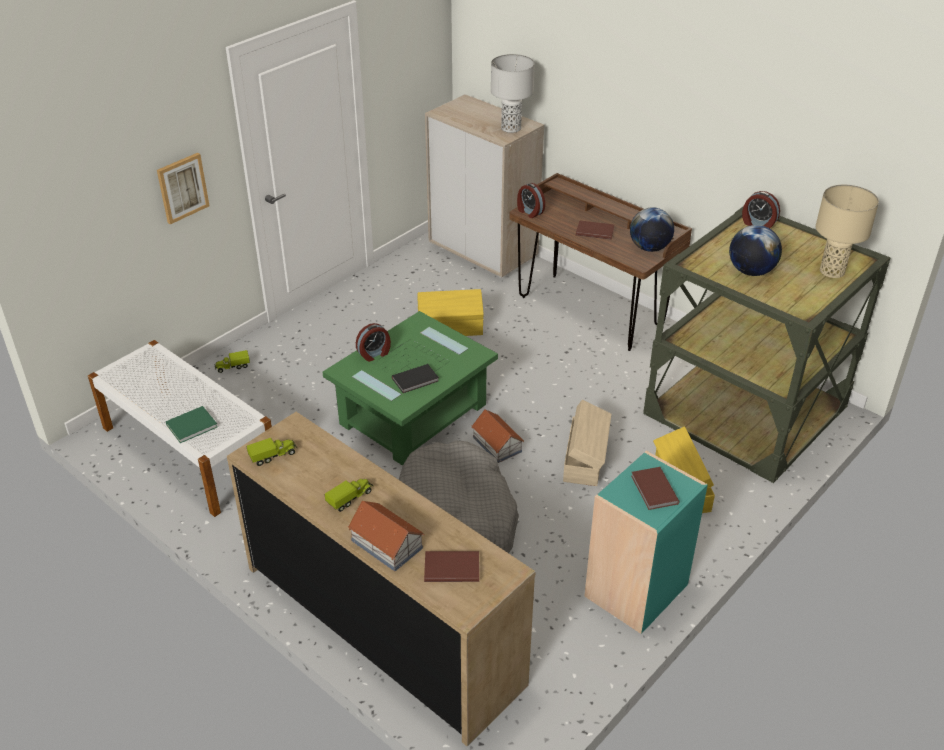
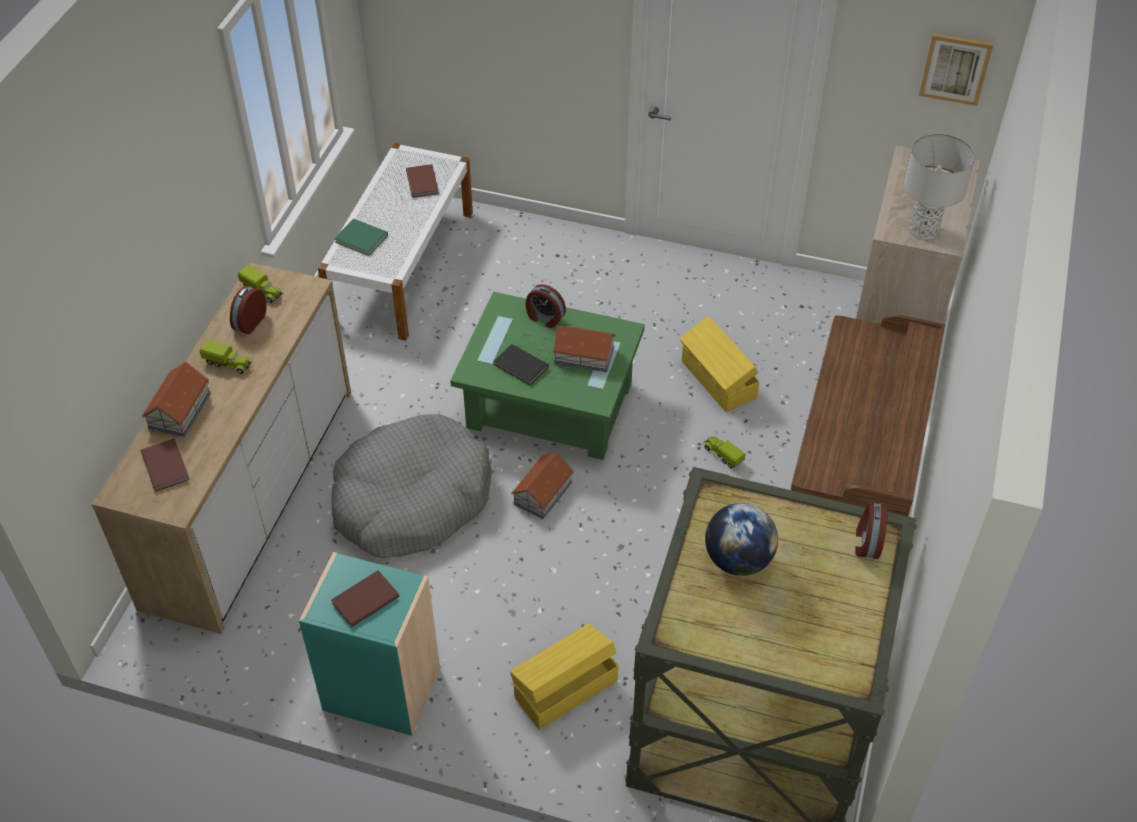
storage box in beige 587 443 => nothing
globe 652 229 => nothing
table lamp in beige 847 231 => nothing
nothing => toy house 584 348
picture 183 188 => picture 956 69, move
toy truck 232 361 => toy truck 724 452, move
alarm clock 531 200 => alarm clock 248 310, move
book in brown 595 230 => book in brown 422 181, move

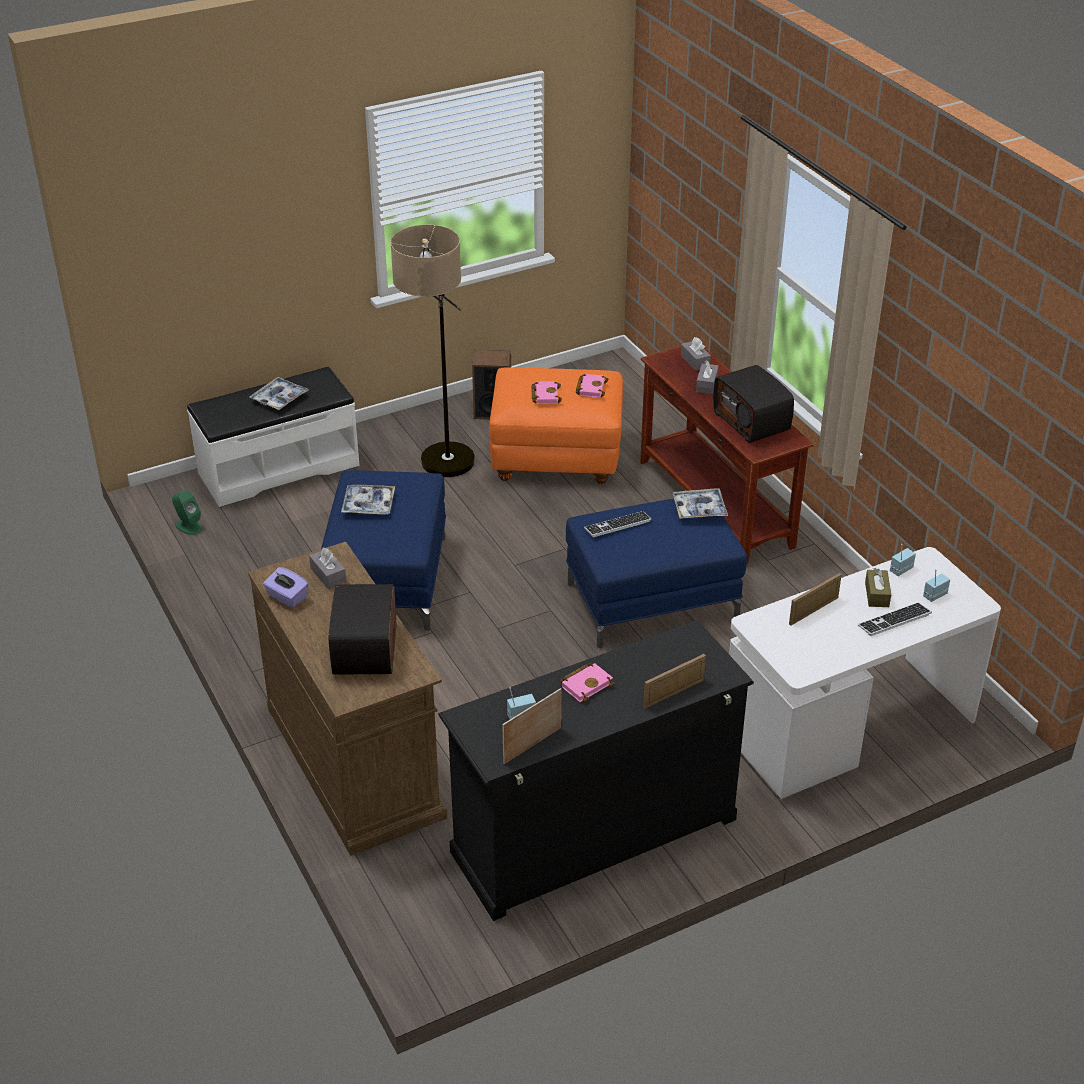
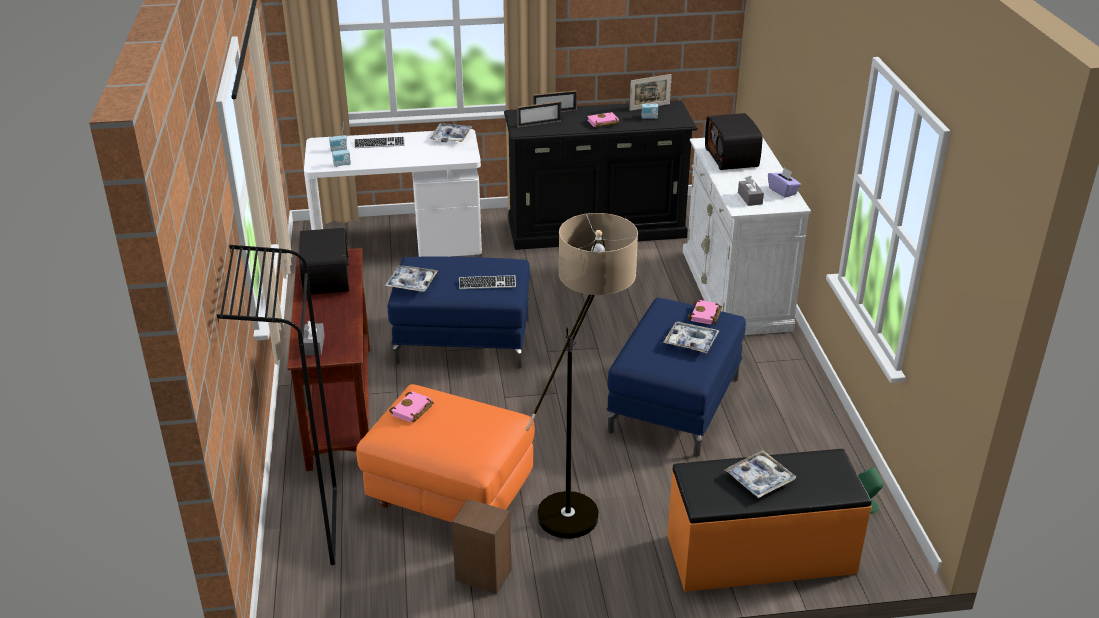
tissue box in grey 707 377 => nothing
tissue box in brown 878 587 => nothing
nothing => clothes rack in black 277 404
nothing => tray 451 132
book in pink 546 392 => book in pink 705 312, move
picture frame 815 599 => picture frame 539 114, move
bench in white 273 437 => bench in orange 769 520
dresser in brown 348 699 => dresser in white 747 236
radio 362 629 => radio 733 141, 150 degrees clockwise

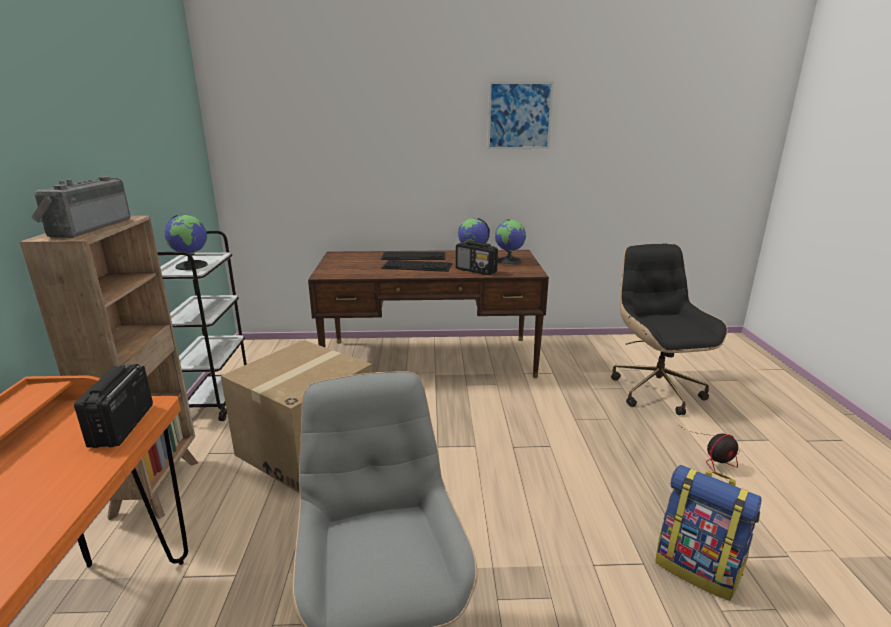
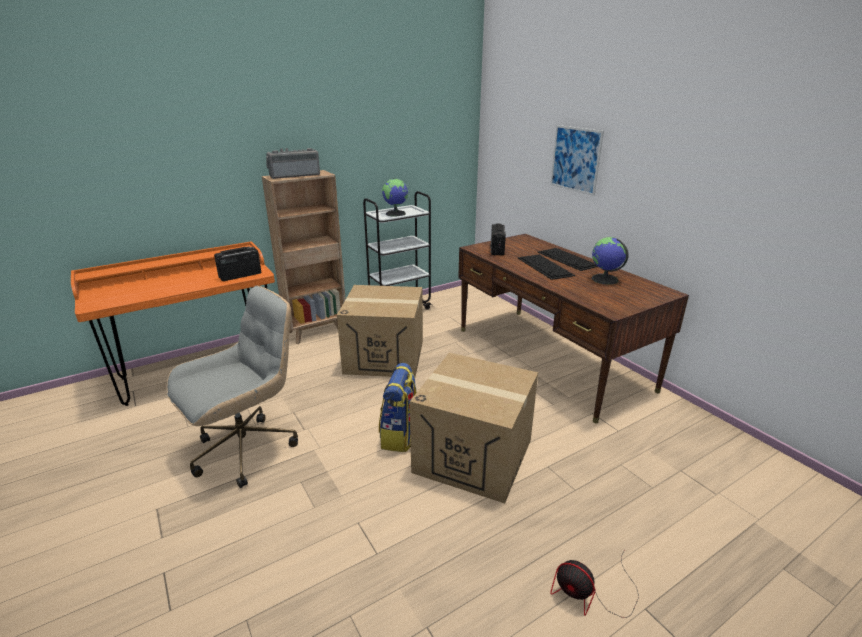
globe 510 241 => nothing
office chair in black 669 329 => nothing
nothing => cardboard box 474 428
radio 477 258 => radio 498 239, move
picture 520 115 => picture 577 160, move
backpack 708 533 => backpack 398 407, move

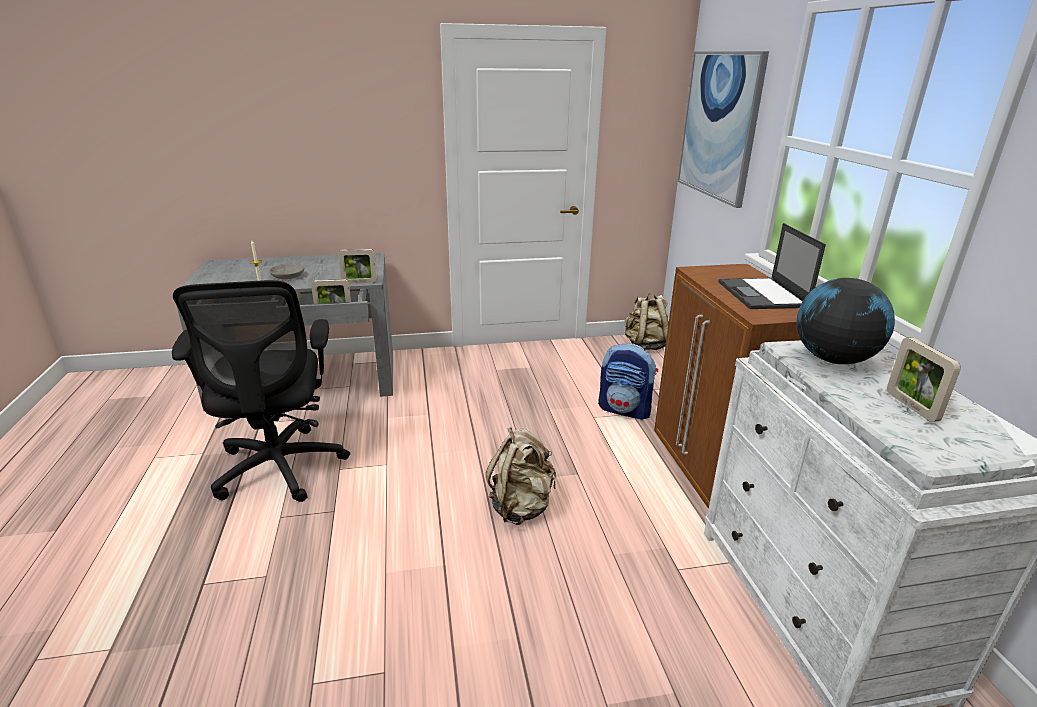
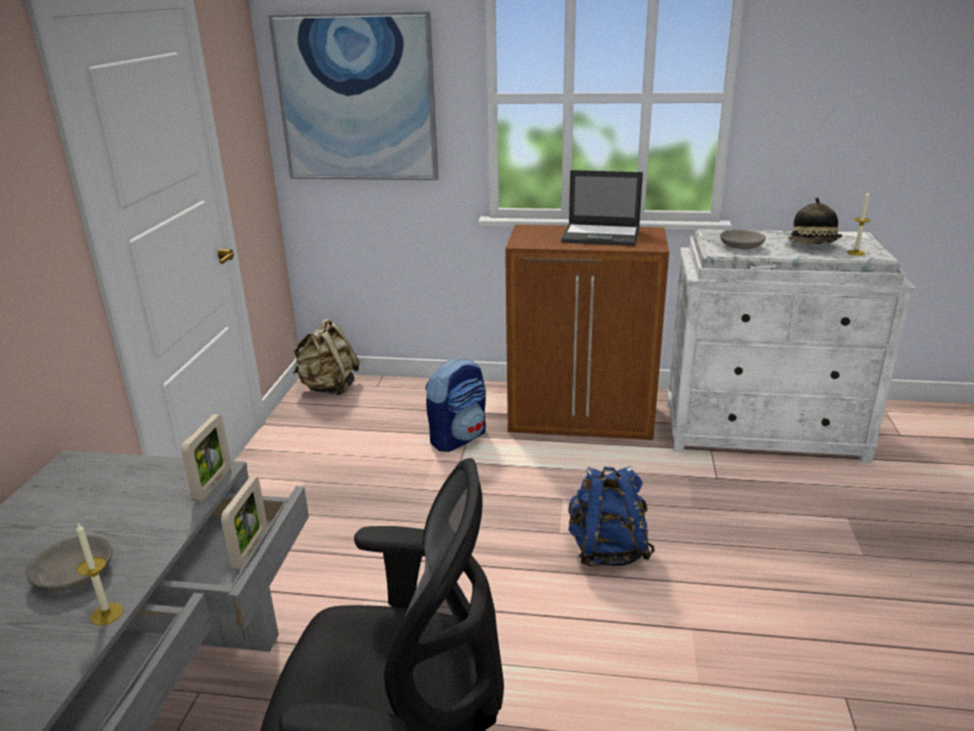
nothing => candle 859 224
globe 845 321 => bowl in grey 743 239
picture frame 924 379 => hat 815 221
backpack in beige 521 476 => backpack in blue 611 516

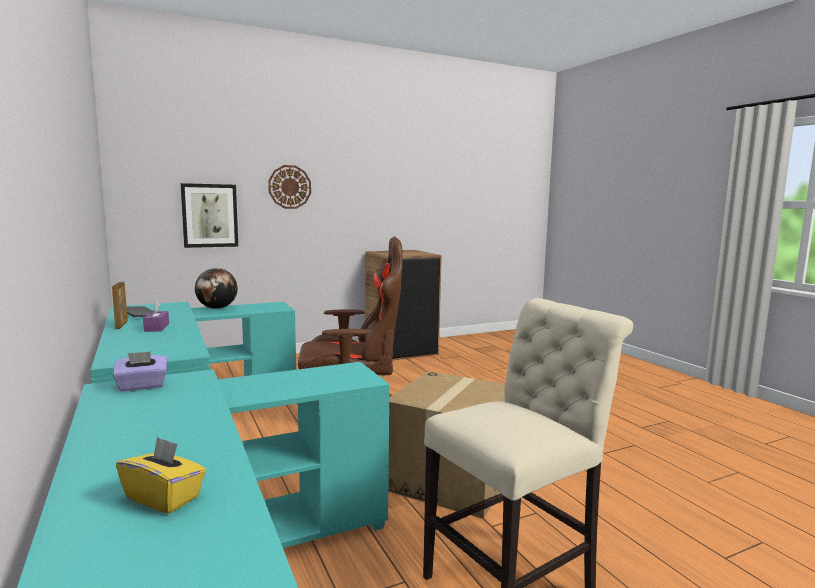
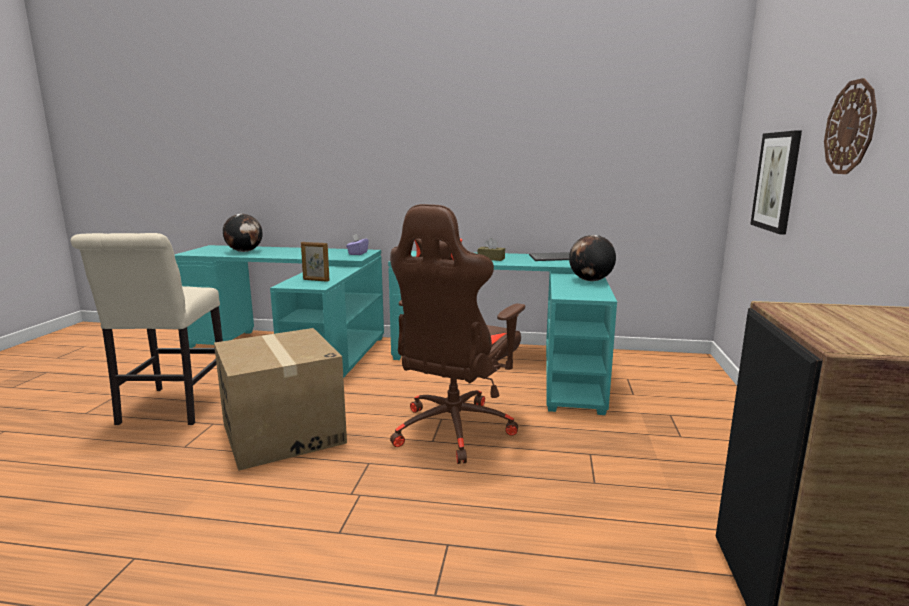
picture frame 120 305 => picture frame 315 262, move
tissue box in yellow 161 475 => globe 243 233
tissue box in purple 156 316 => tissue box in brown 491 249

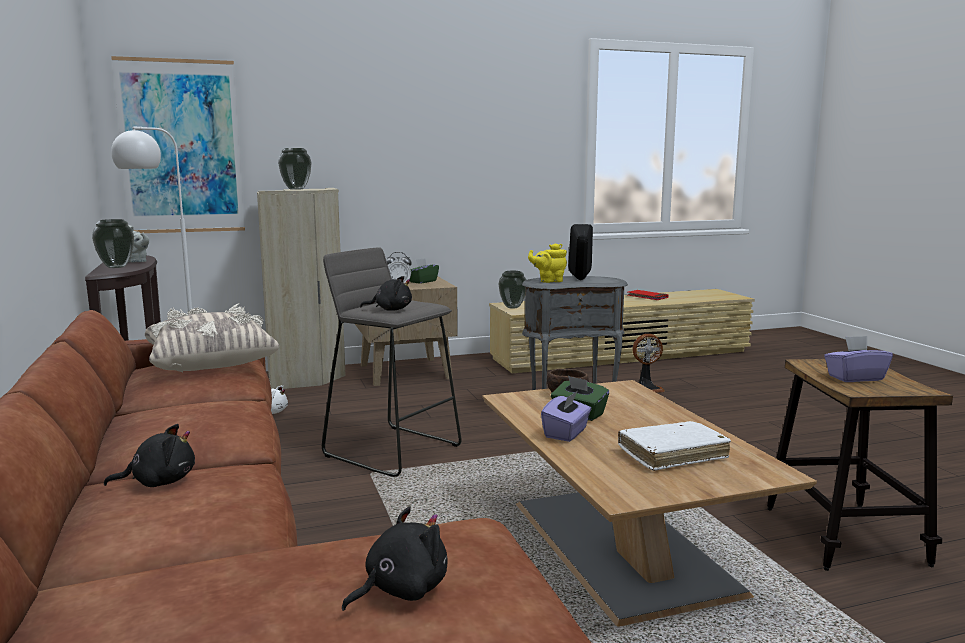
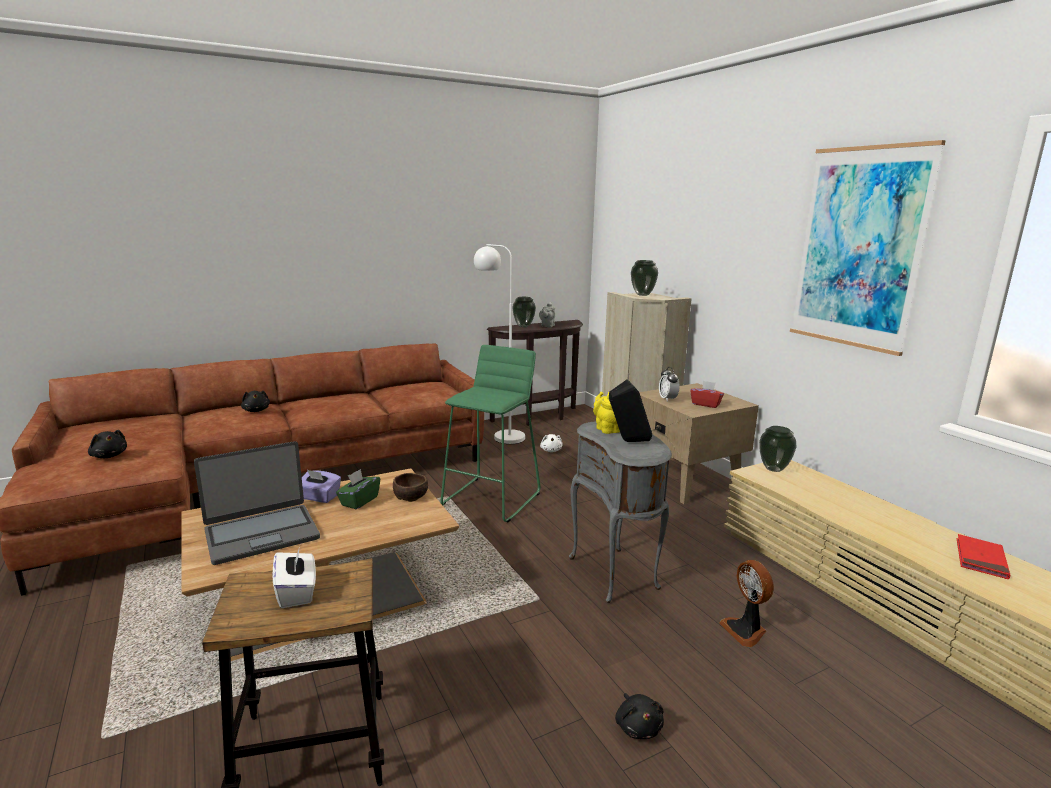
pillow in beige 212 337 => nothing
picture 178 144 => picture 868 248, move
plush toy in black 386 293 => plush toy in black 639 716, move
book in white 674 446 => laptop 257 503
stool in grey 392 362 => stool in green 490 434
tissue box in green 424 271 => tissue box in red 707 394
tissue box in purple 858 359 => tissue box in white 294 577

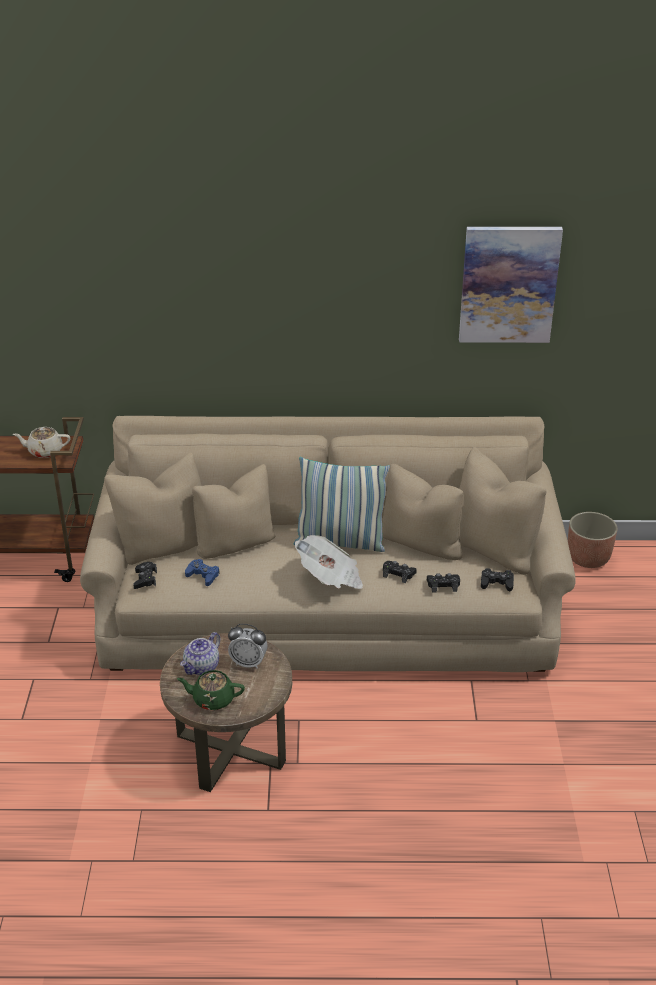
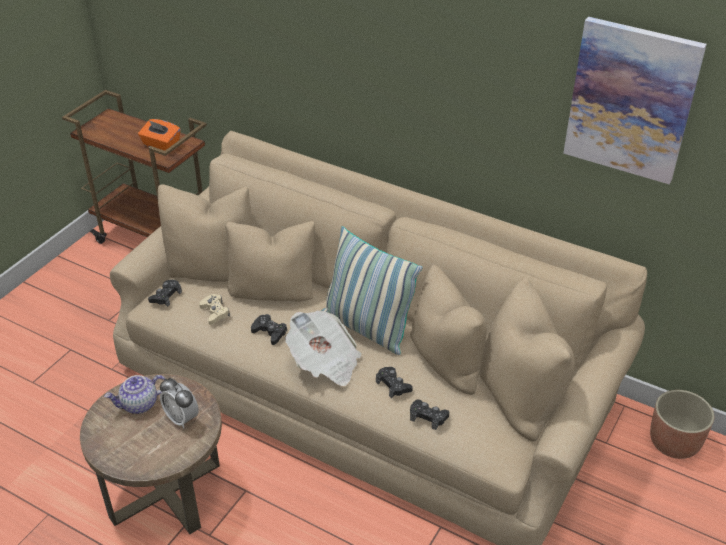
teapot in green 211 690 => nothing
game controller in black 497 580 => game controller in black 269 329, move
teapot in beige 41 442 => tissue box in orange 159 135
game controller in blue 202 572 => game controller in beige 214 309

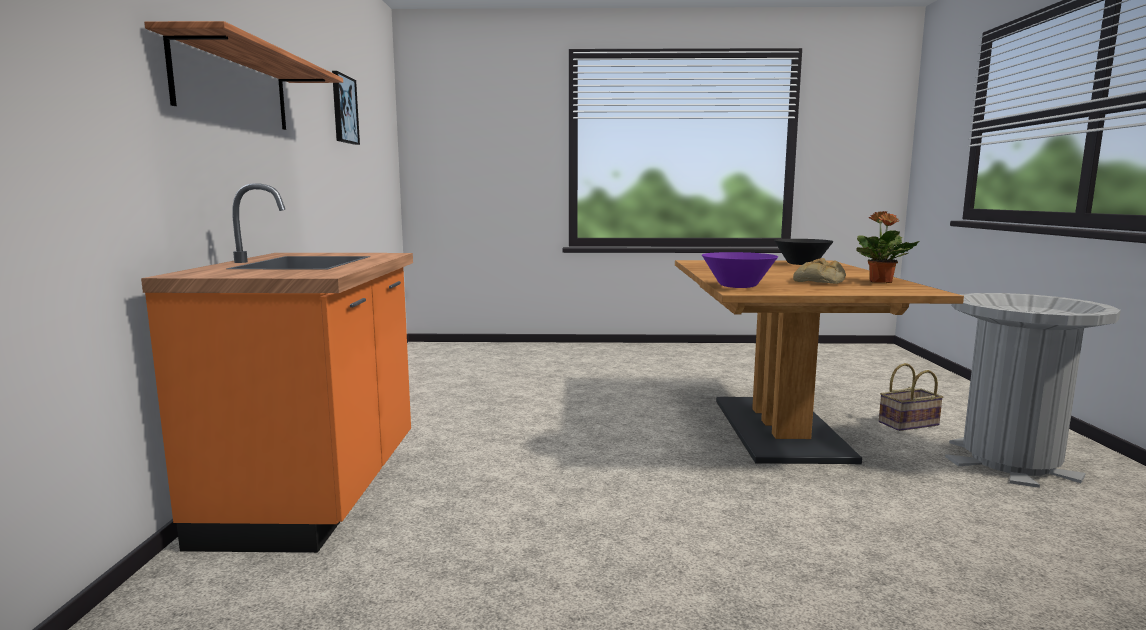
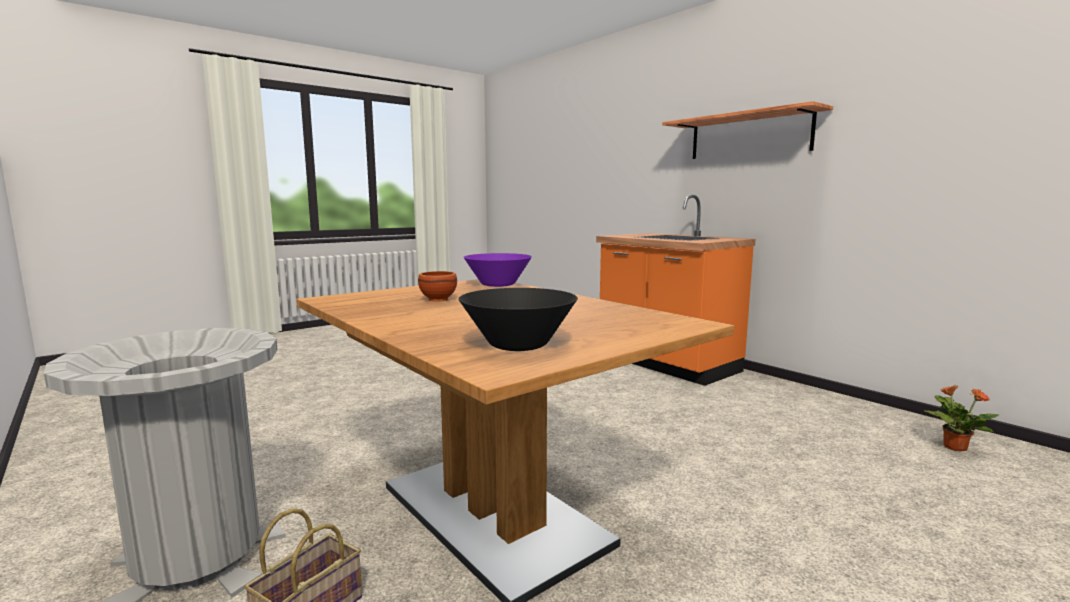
picture 346 108 => nothing
potted plant 888 247 => potted plant 962 418, move
bread 819 271 => bowl in brown 437 286

